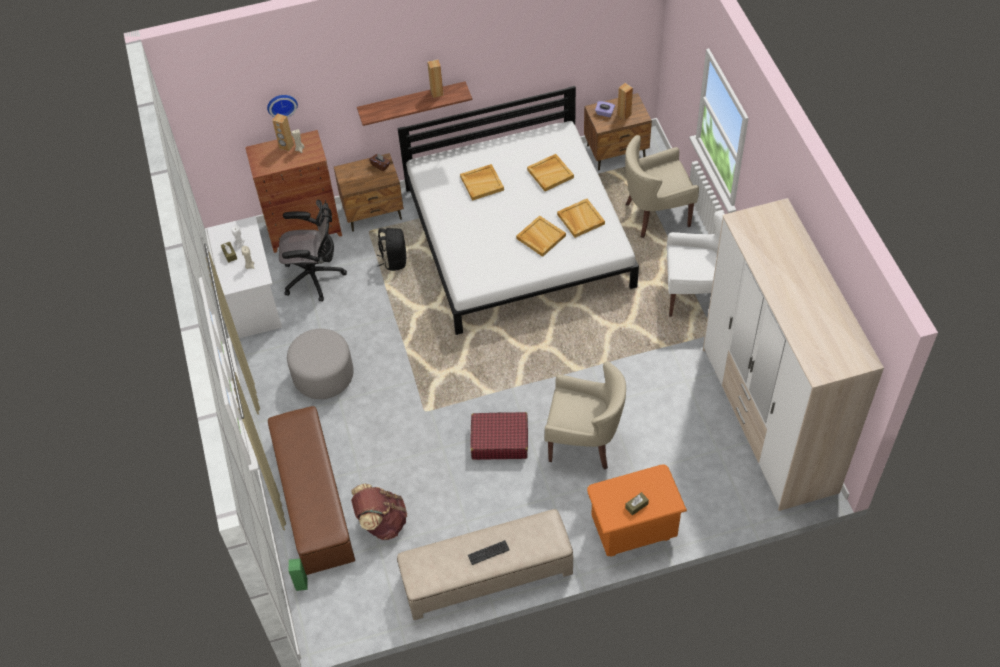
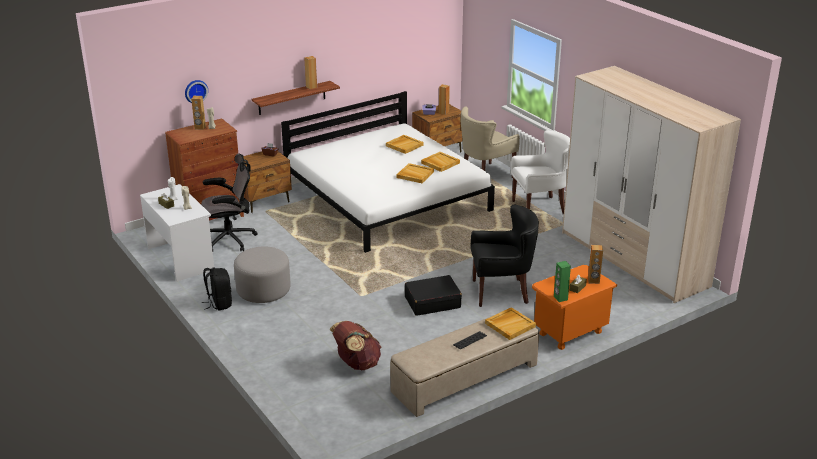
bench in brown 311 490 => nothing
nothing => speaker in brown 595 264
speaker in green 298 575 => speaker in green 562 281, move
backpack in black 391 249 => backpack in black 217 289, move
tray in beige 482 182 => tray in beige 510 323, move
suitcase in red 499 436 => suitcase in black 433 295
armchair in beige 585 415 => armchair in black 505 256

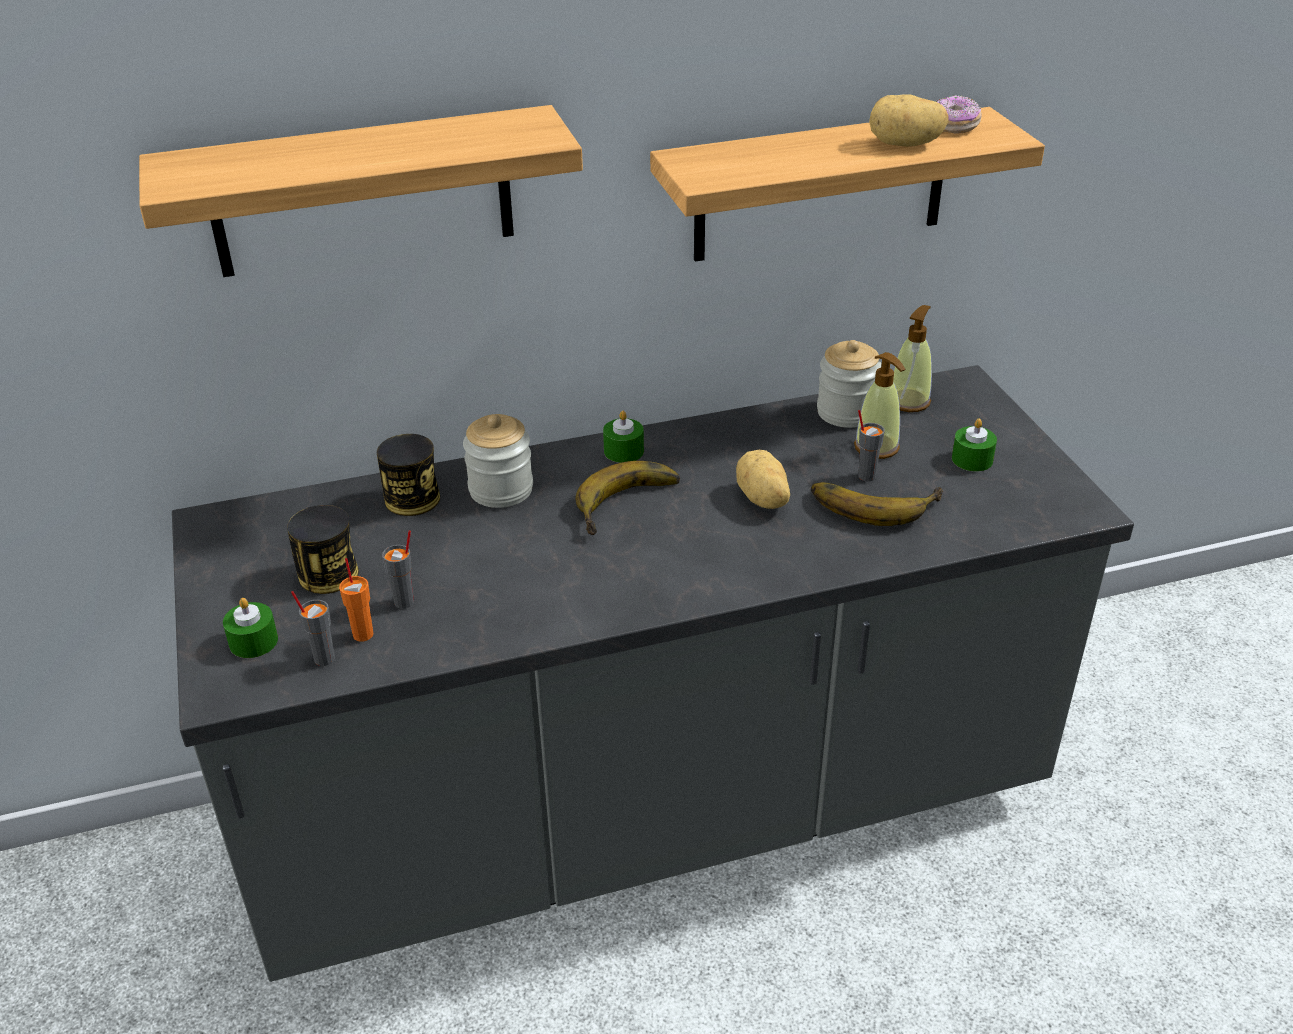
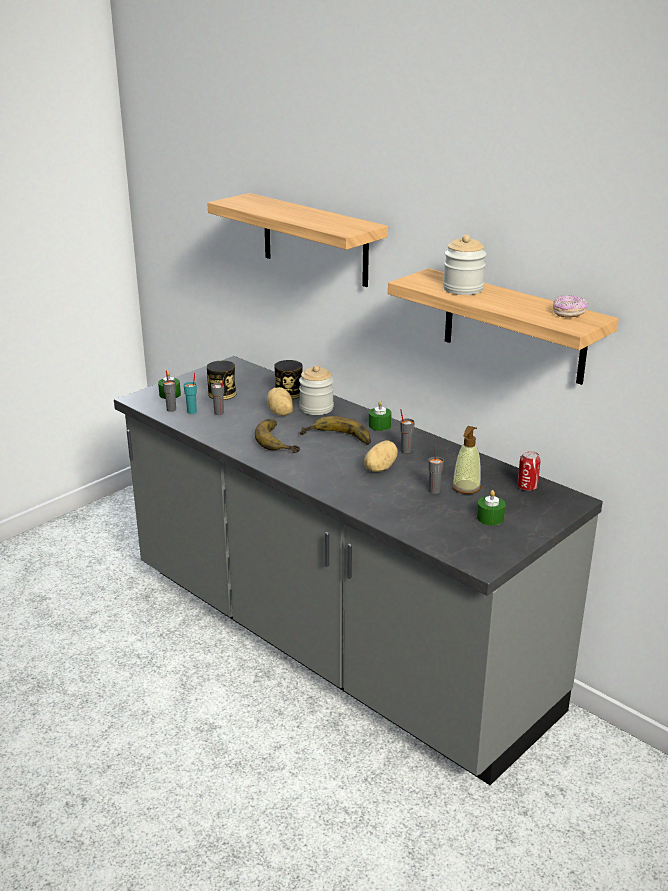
nothing => cup in grey 407 431
banana 877 504 => banana 277 436, move
jar 849 384 => jar 464 264, move
potato 909 120 => potato 280 401, move
soap dispenser 912 358 => can 529 471
cup in orange 356 600 => cup in turquoise 190 393

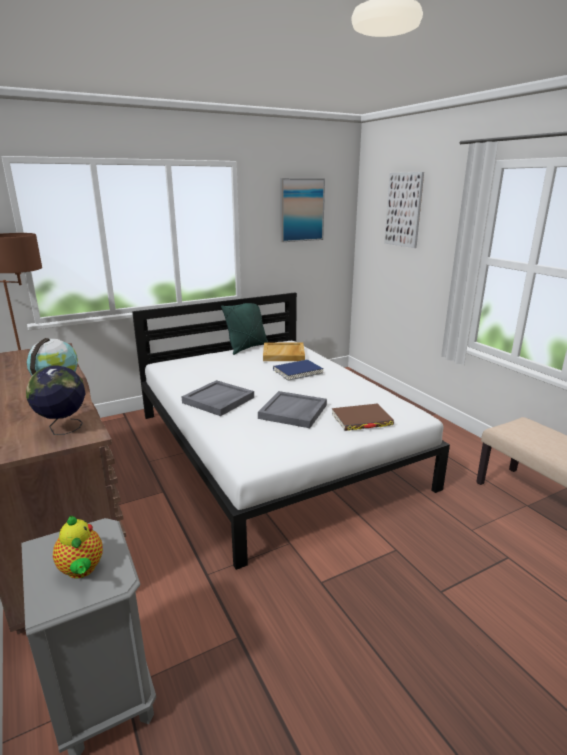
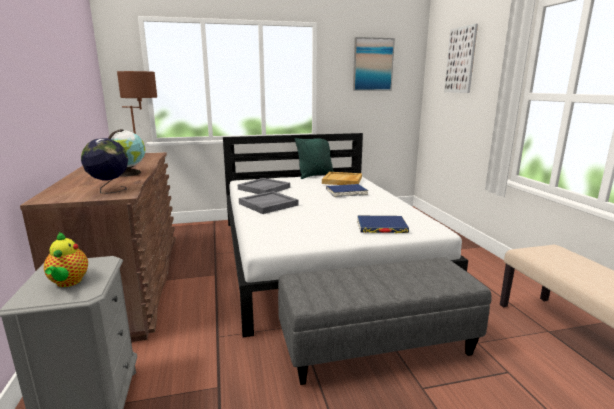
nothing => ottoman in grey 385 321
tray in grey 292 409 => tray in grey 264 186, move
book in brown 363 417 => book in blue 383 224

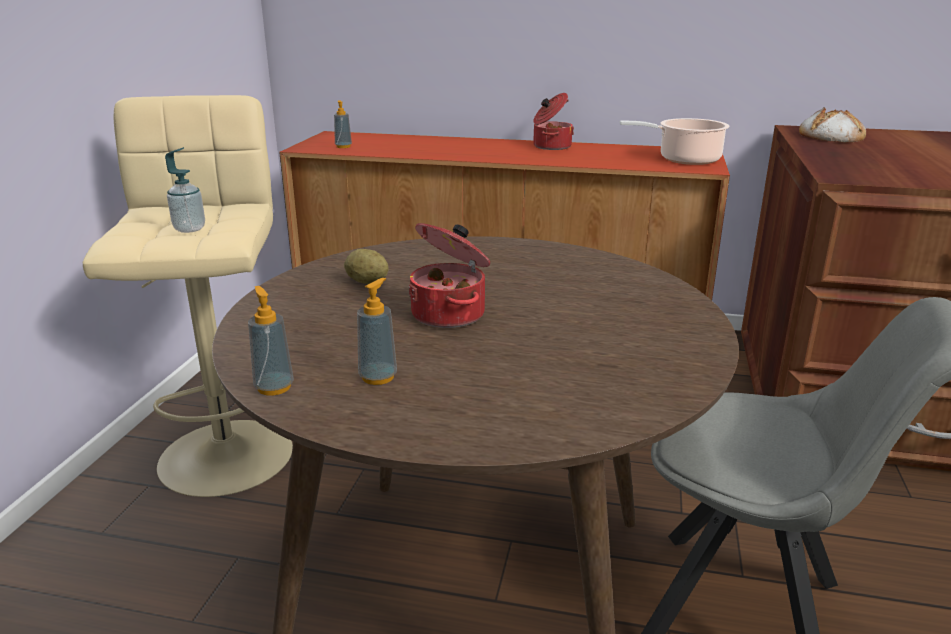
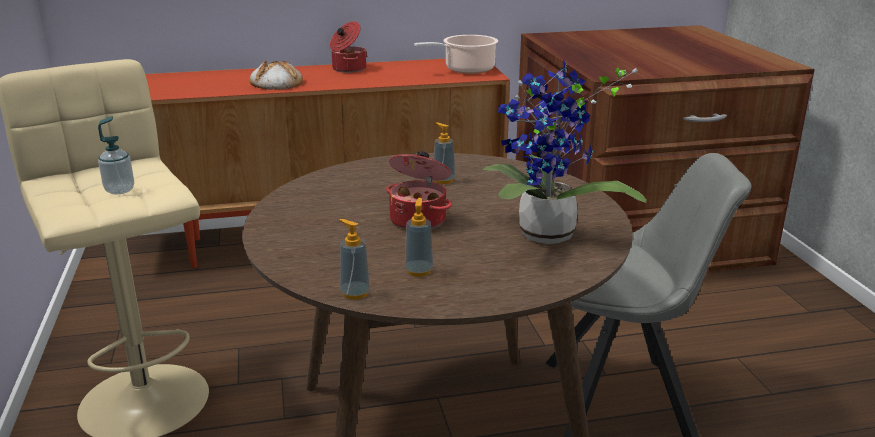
potato 366 266 => nothing
nothing => potted plant 565 151
soap dispenser 343 124 => soap dispenser 444 153, move
bread 832 124 => bread 276 75, move

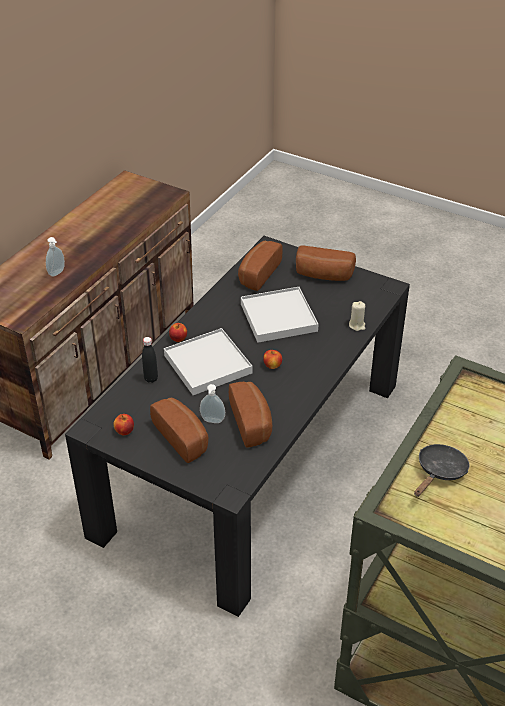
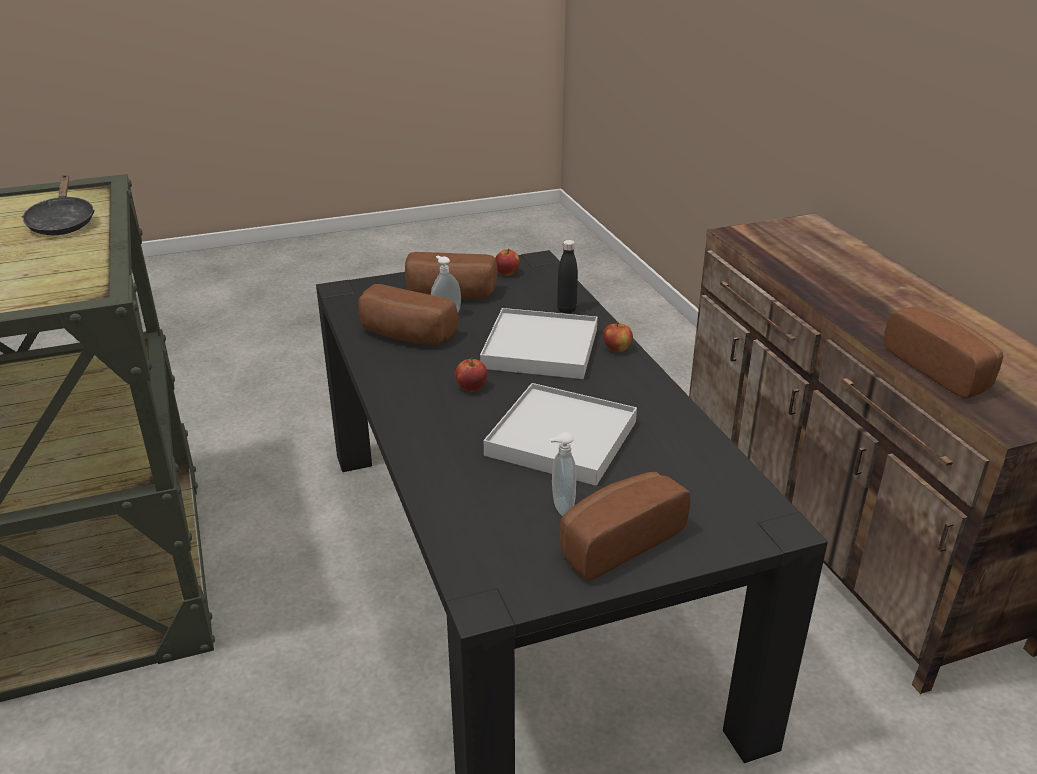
candle in beige 357 316 => nothing
soap dispenser 55 257 => soap dispenser 562 474, move
bread 260 266 => bread 943 353, move

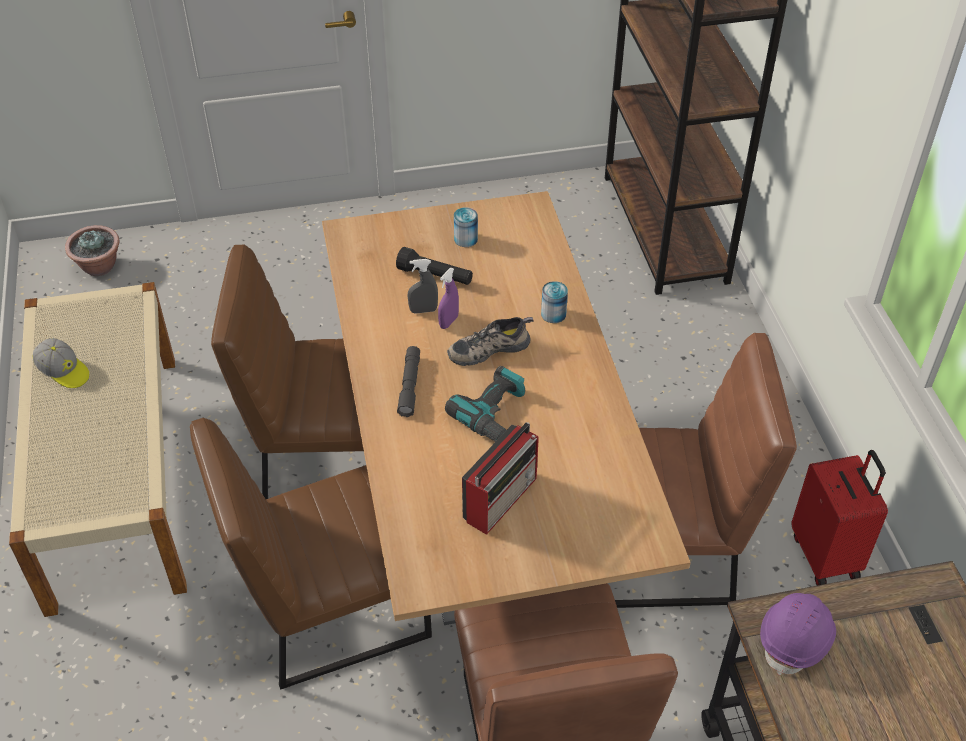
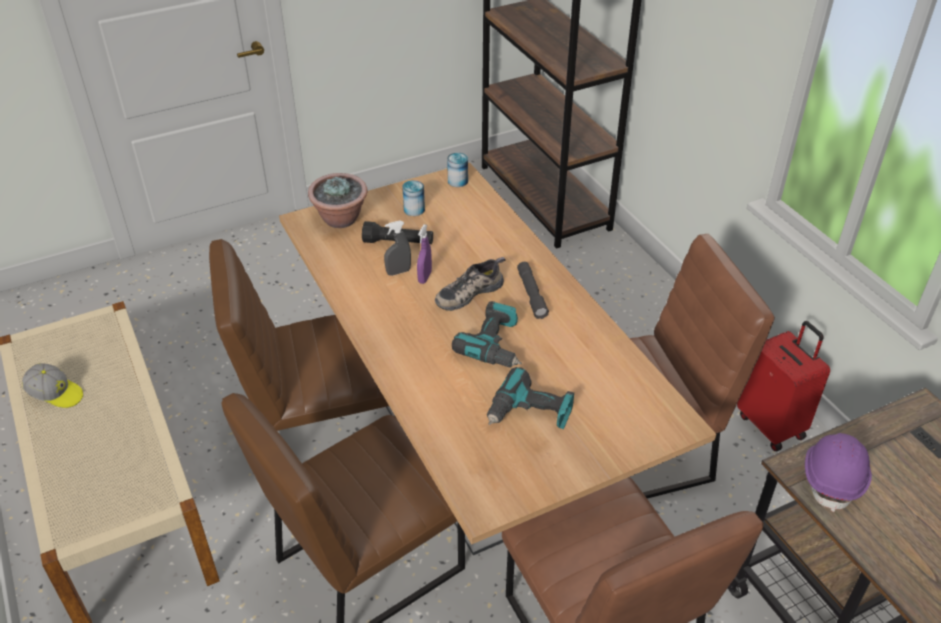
potted plant 92 250 => potted plant 338 200, move
flashlight in grey 408 381 => flashlight in grey 533 290, move
can 554 302 => can 457 170, move
radio 500 478 => power drill 530 398

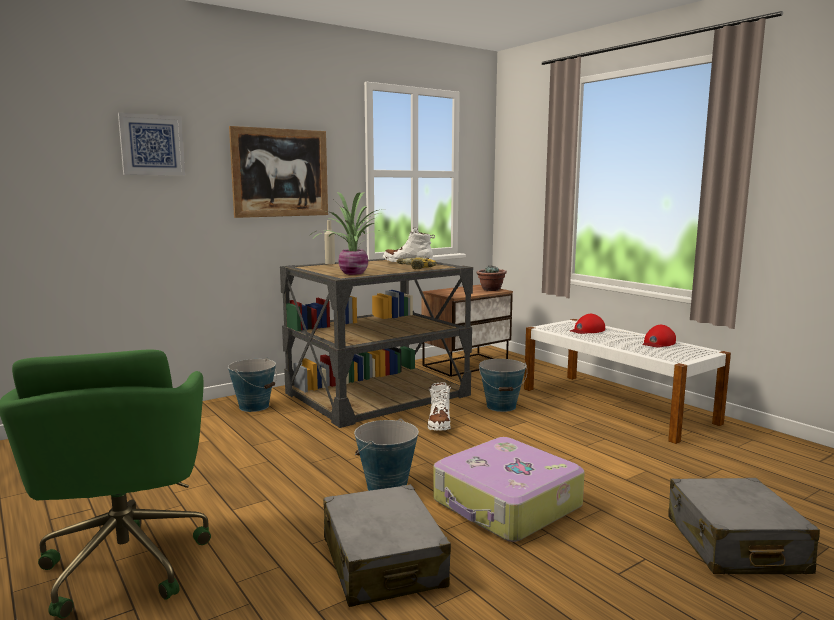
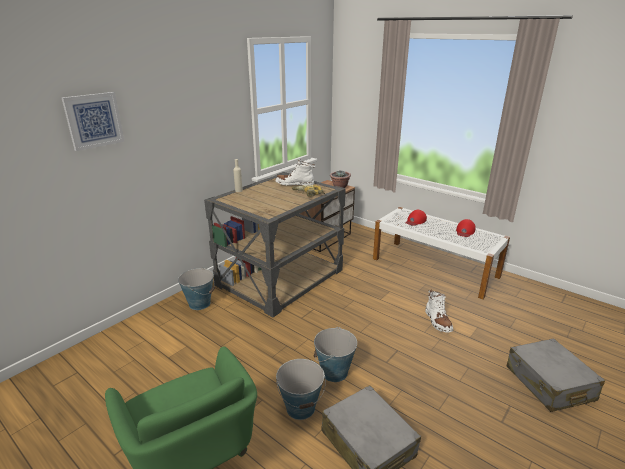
picture 278 172 => nothing
potted plant 352 233 => nothing
suitcase 509 489 => nothing
boot in white 439 406 => boot in white 439 311, move
bucket 503 385 => bucket 301 389, move

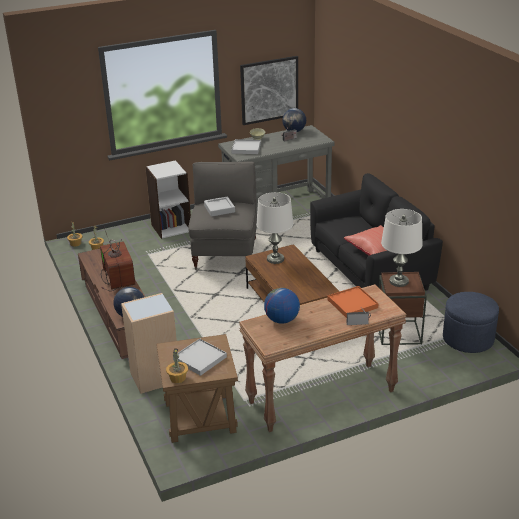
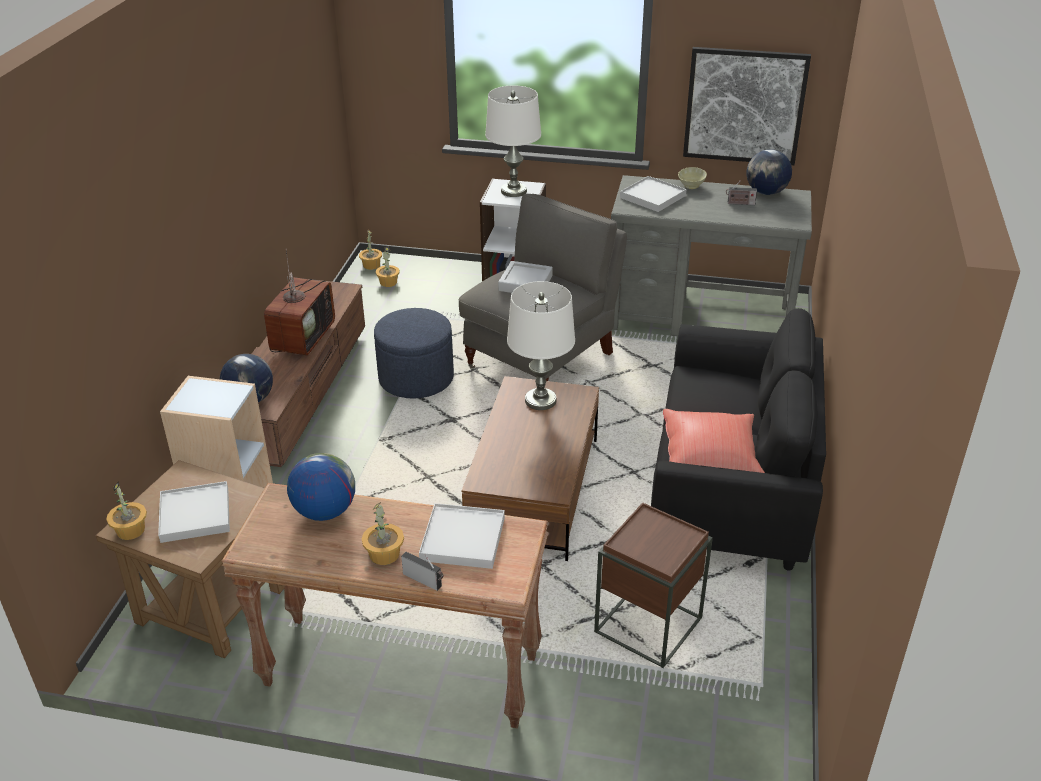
nothing => potted plant 383 533
table lamp in white 402 248 => table lamp in white 513 141, move
ottoman in blue 471 322 => ottoman in blue 414 353, move
tray in orange 353 302 => tray in white 462 536

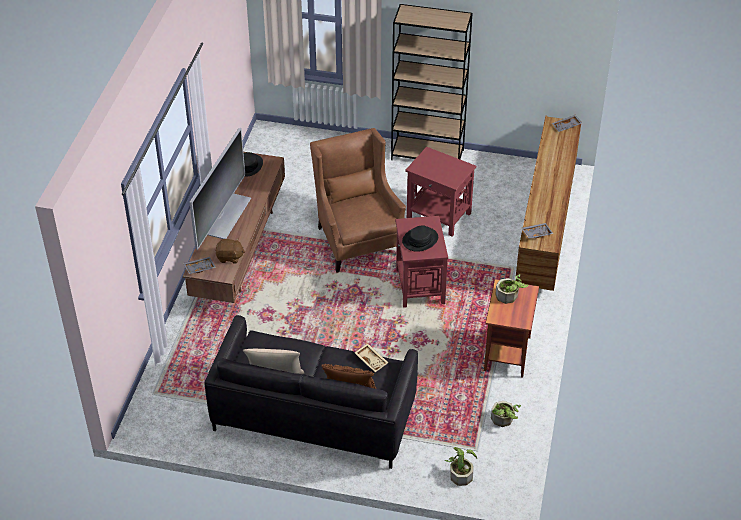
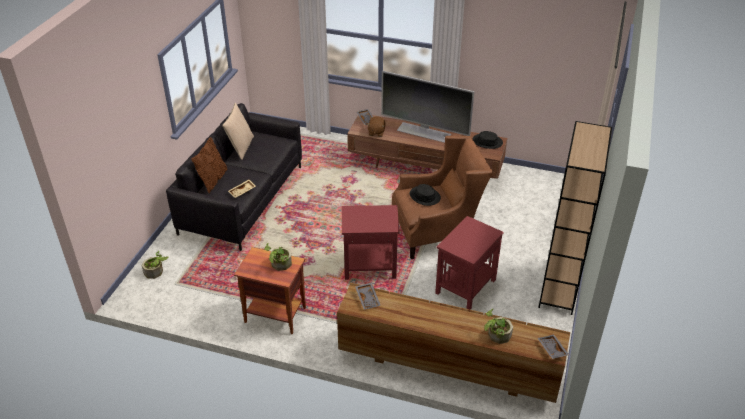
hat in black 420 238 => hat in black 425 195, move
potted plant 506 414 => potted plant 498 326, move

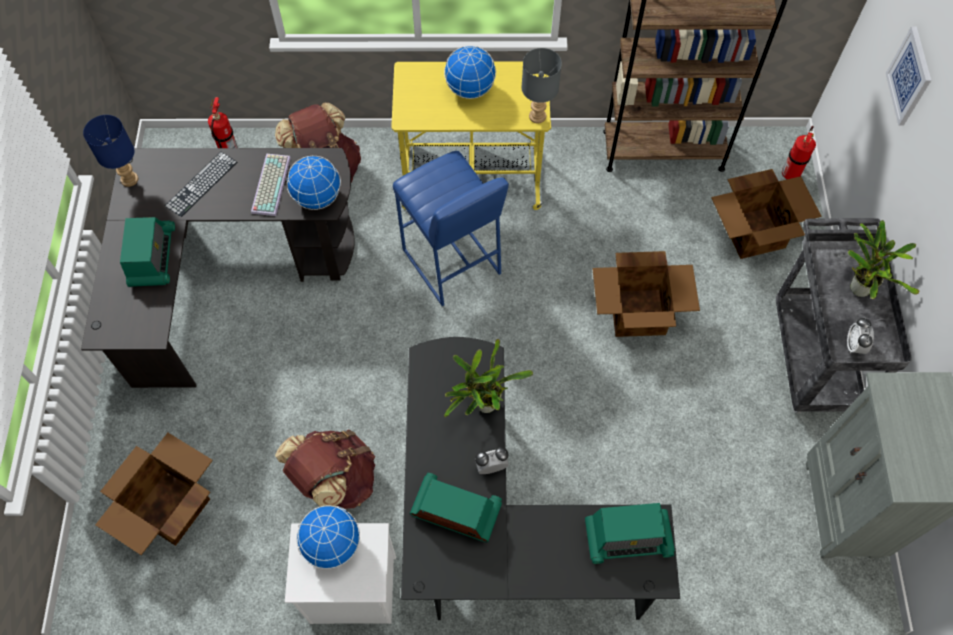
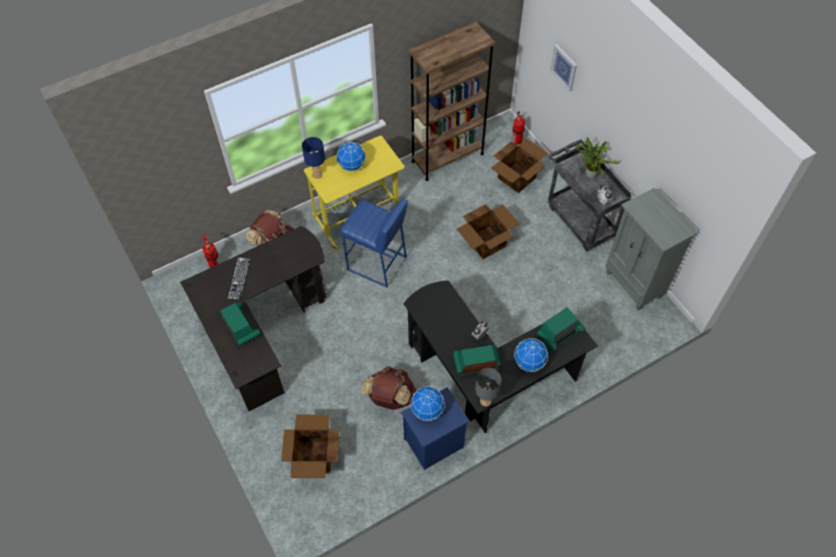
keyboard 271 185 => nothing
potted plant 488 378 => nothing
table lamp in blue 110 151 => table lamp in blue 313 158, move
globe 314 183 => globe 531 355, move
table lamp in grey 541 85 => table lamp in grey 488 387, move
nightstand in white 340 573 => nightstand in blue 435 428

